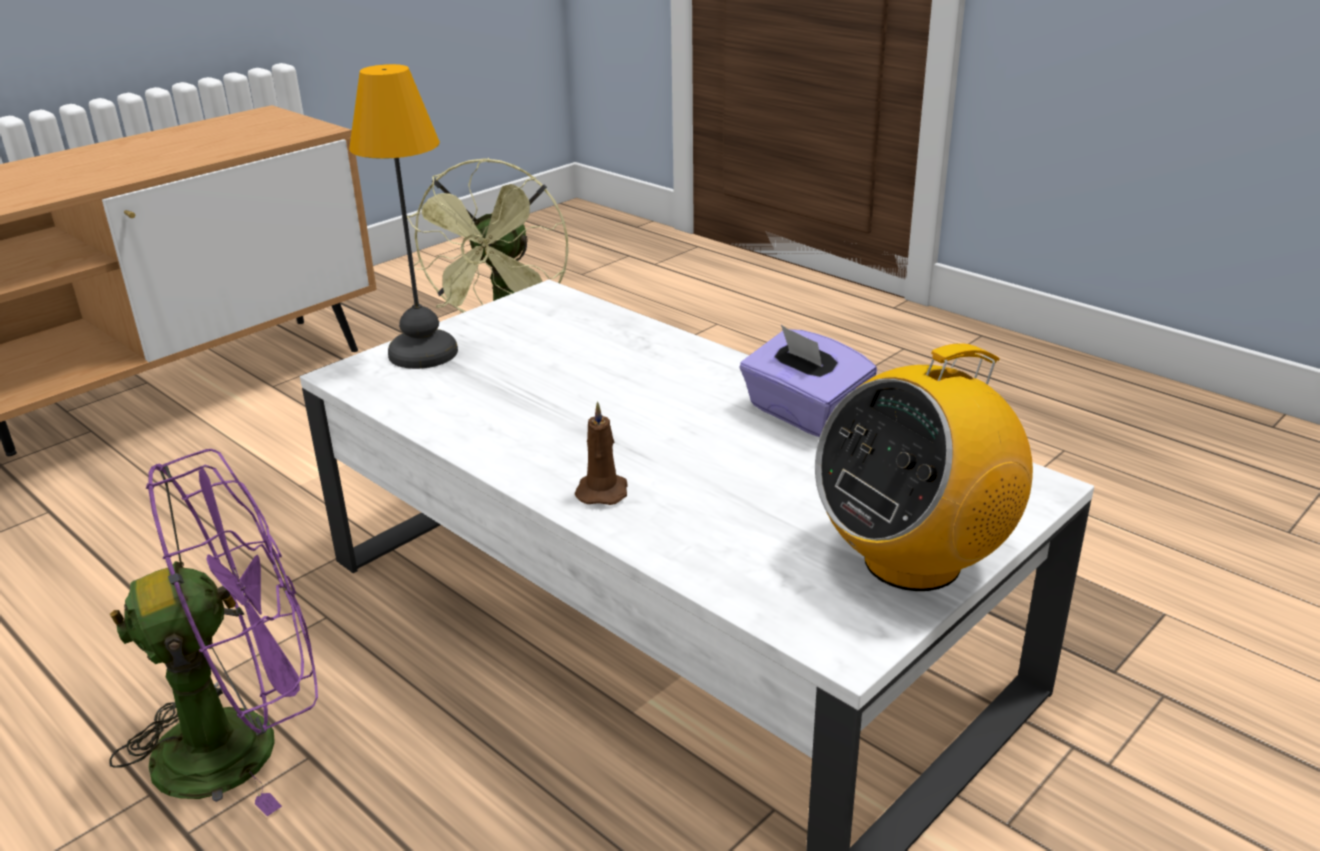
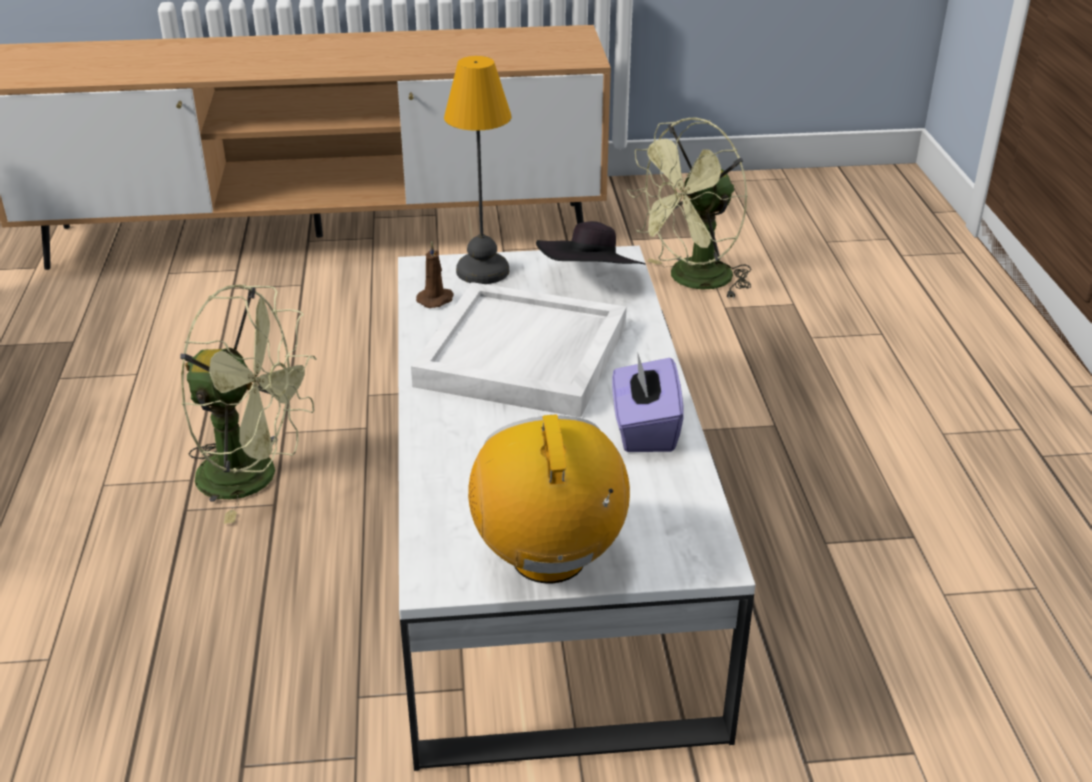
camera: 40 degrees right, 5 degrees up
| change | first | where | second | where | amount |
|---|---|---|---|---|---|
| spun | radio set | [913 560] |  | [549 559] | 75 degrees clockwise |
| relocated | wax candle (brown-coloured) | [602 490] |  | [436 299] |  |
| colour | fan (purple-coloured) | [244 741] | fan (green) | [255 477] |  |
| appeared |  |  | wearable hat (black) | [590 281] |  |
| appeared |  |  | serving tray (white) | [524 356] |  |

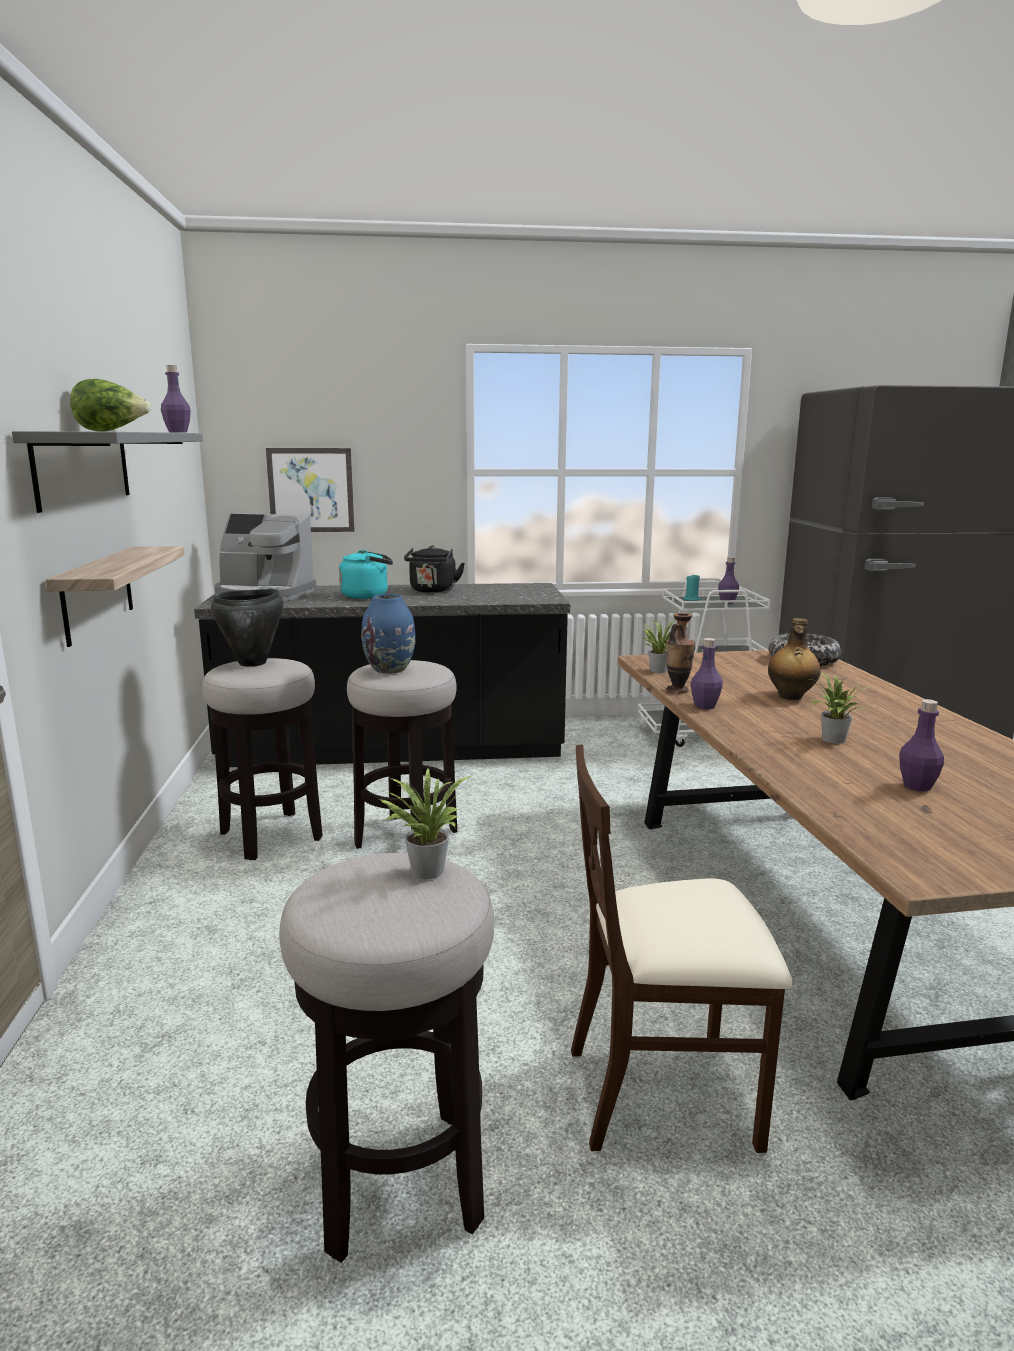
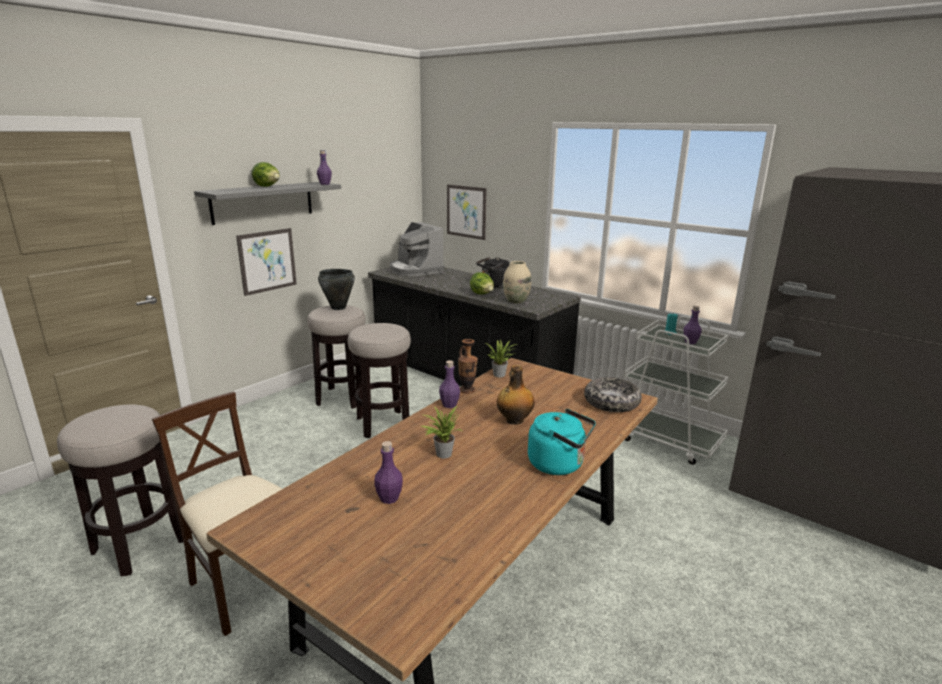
camera: 45 degrees right, 5 degrees up
| change | first | where | second | where | amount |
|---|---|---|---|---|---|
| exchanged | wall shelf | [98 593] | wall picture | [267 261] |  |
| relocated | water kettle (turquoise-coloured) | [368 596] |  | [559 464] |  |
| missing | flower vase (bluish) | [390 669] |  |  |  |
| missing | potted plant | [425 869] |  |  |  |
| appeared |  |  | flower vase (beige-coloured) | [516 301] |  |
| appeared |  |  | lettuce head | [482 295] |  |

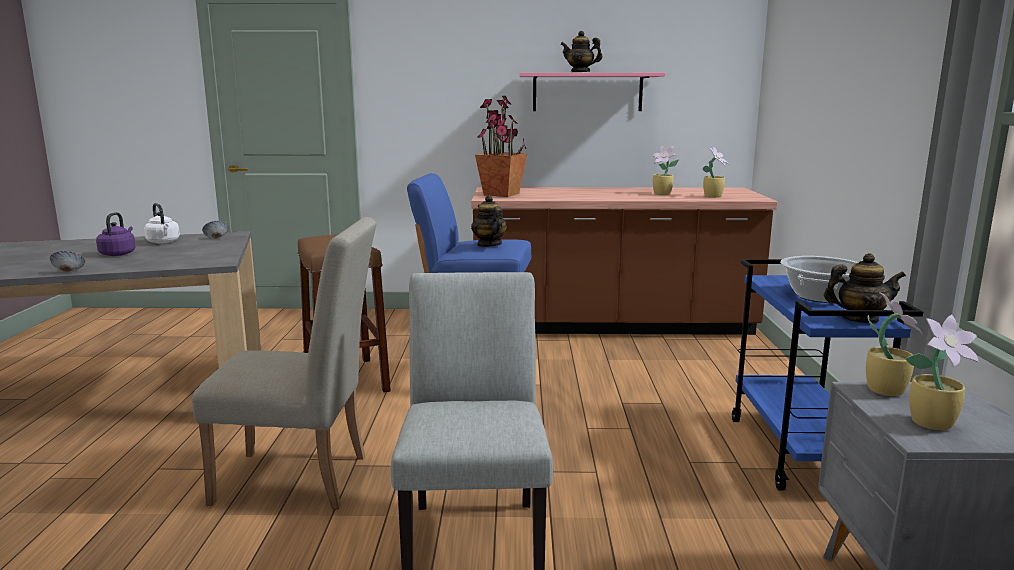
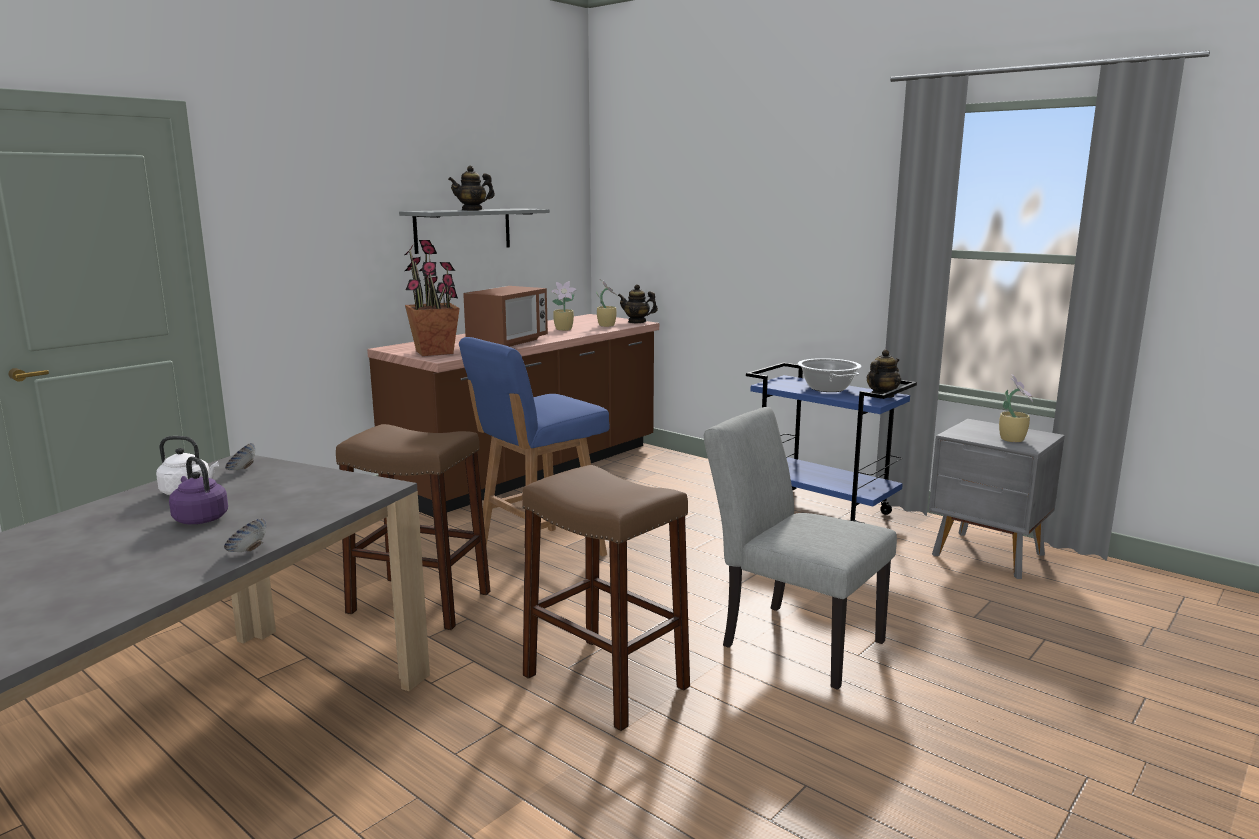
camera: 50 degrees left, 0 degrees up
| change | first | where | second | where | amount |
|---|---|---|---|---|---|
| colour | wall shelf (pink) | [587 92] | wall shelf (grey) | [463 230] |  |
| relocated | tea pot | [489 244] |  | [637 322] |  |
| exchanged | chair (beige-coloured) | [303 480] | stool (brown-coloured) | [605 681] |  |
| missing | potted plant | [885 389] |  |  |  |
| appeared |  |  | microwave | [508 342] |  |

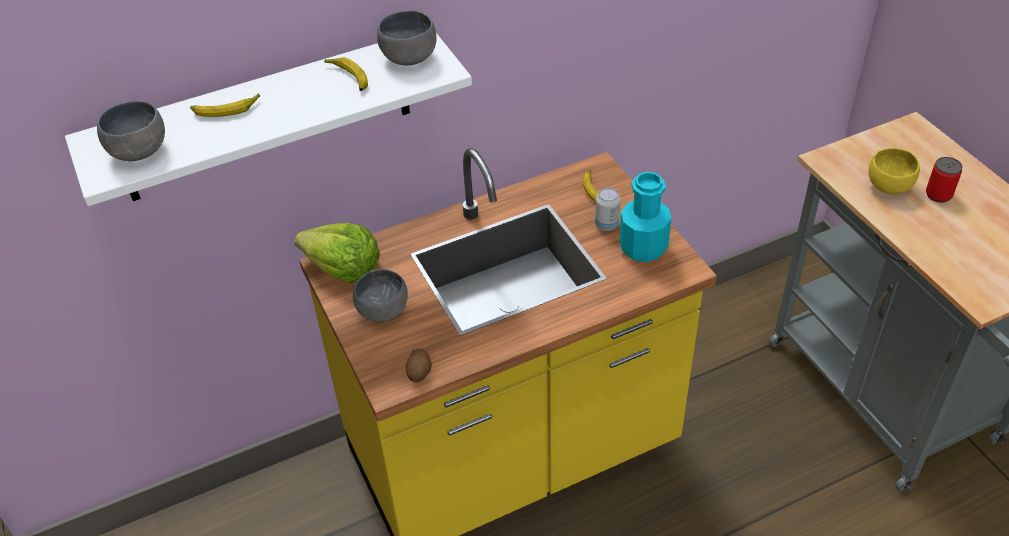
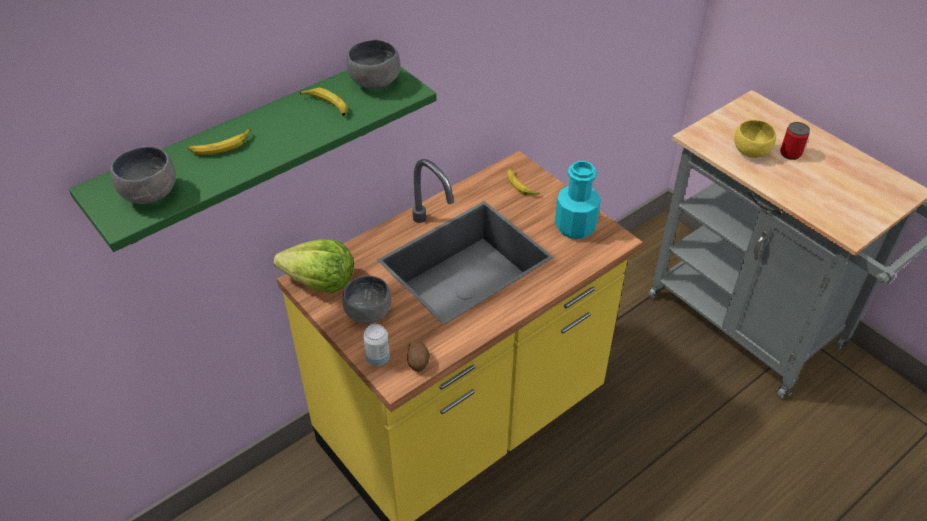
camera: 15 degrees left, 0 degrees up
| change | first | where | second | where | amount |
|---|---|---|---|---|---|
| colour | wall shelf (white) | [266 117] | wall shelf (green) | [247 150] |  |
| relocated | can | [606 224] |  | [378 358] |  |

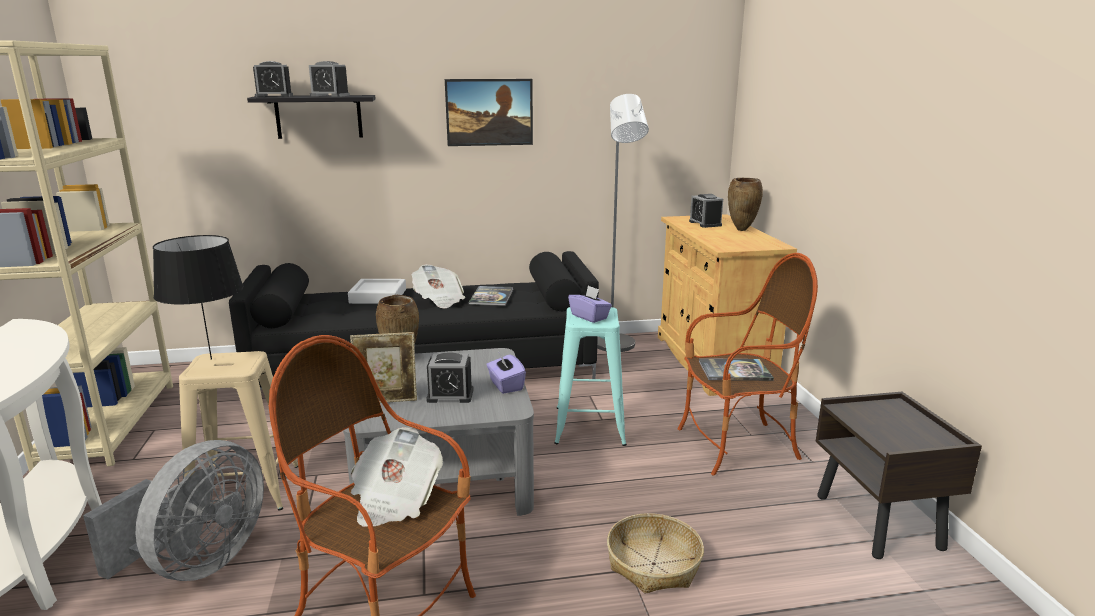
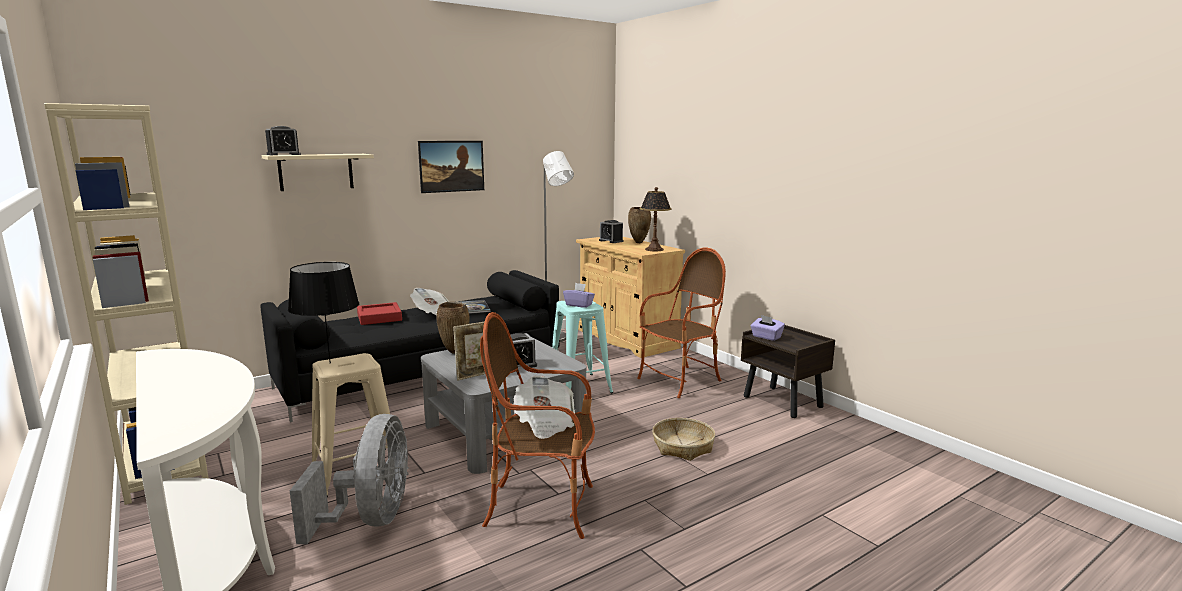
camera: 25 degrees left, 5 degrees down
| change | first | where | second | where | amount |
|---|---|---|---|---|---|
| missing | table clock | [330 95] |  |  |  |
| colour | wall shelf (black) | [319 116] | wall shelf (beige-coloured) | [316 172] |  |
| colour | serving tray (grey) | [378 296] | serving tray (red-coloured) | [379 317] |  |
| relocated | tissue holder (purple-coloured) | [505 385] |  | [766 337] |  |
| missing | book | [734 371] |  |  |  |
| appeared |  |  | lamp for a table | [654 249] |  |

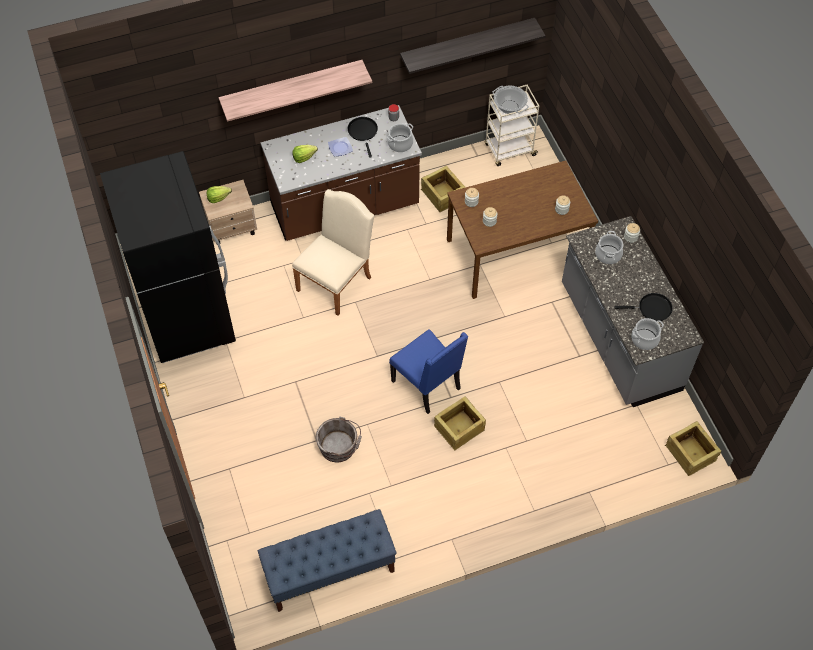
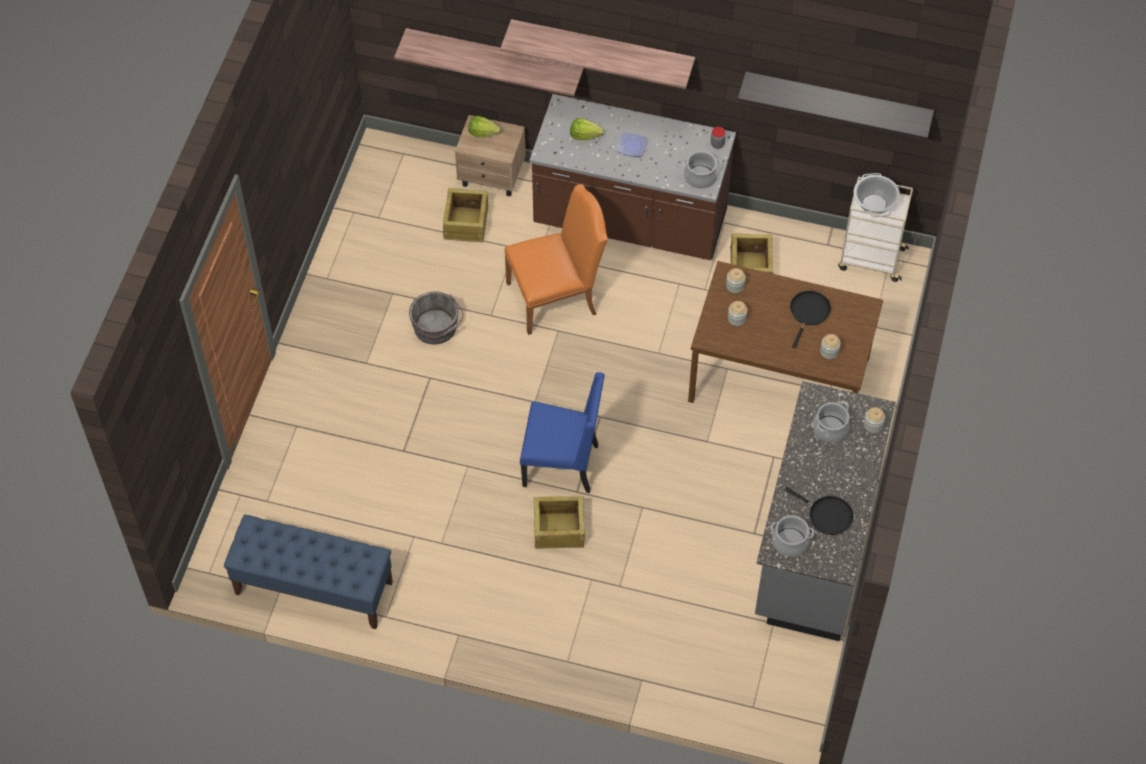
camera: 35 degrees right, 0 degrees up
| change | first | where | second | where | amount |
|---|---|---|---|---|---|
| relocated | pan (black) | [363 132] |  | [808 313] |  |
| missing | fridge (black) | [187 318] |  |  |  |
| colour | chair (beige-coloured) | [337 280] | chair (orange-coloured) | [557 296] |  |
| spun | chair (bluish) | [428 385] |  | [563 464] | 75 degrees counterclockwise |
| relocated | bucket (grey) | [340 447] |  | [437 328] |  |
| relocated | crate | [690 454] |  | [465 223] |  |
| appeared |  |  | wall shelf | [495 57] |  |

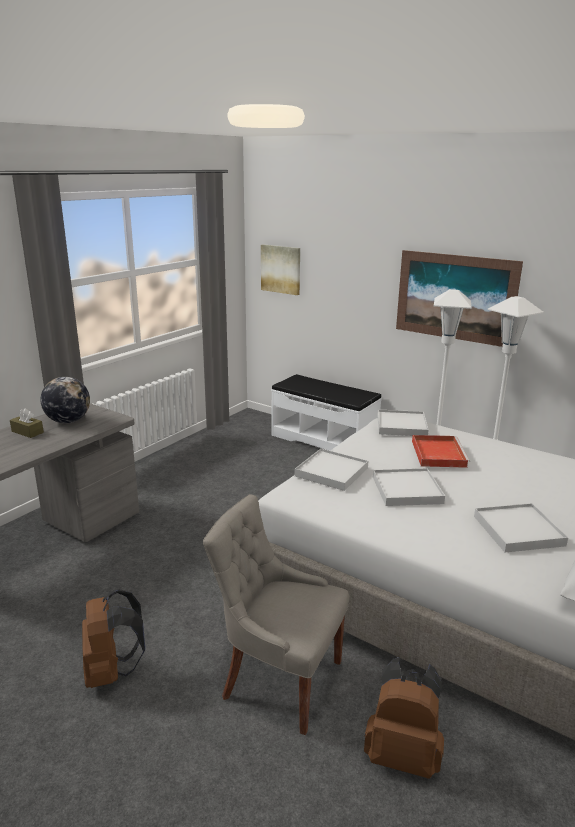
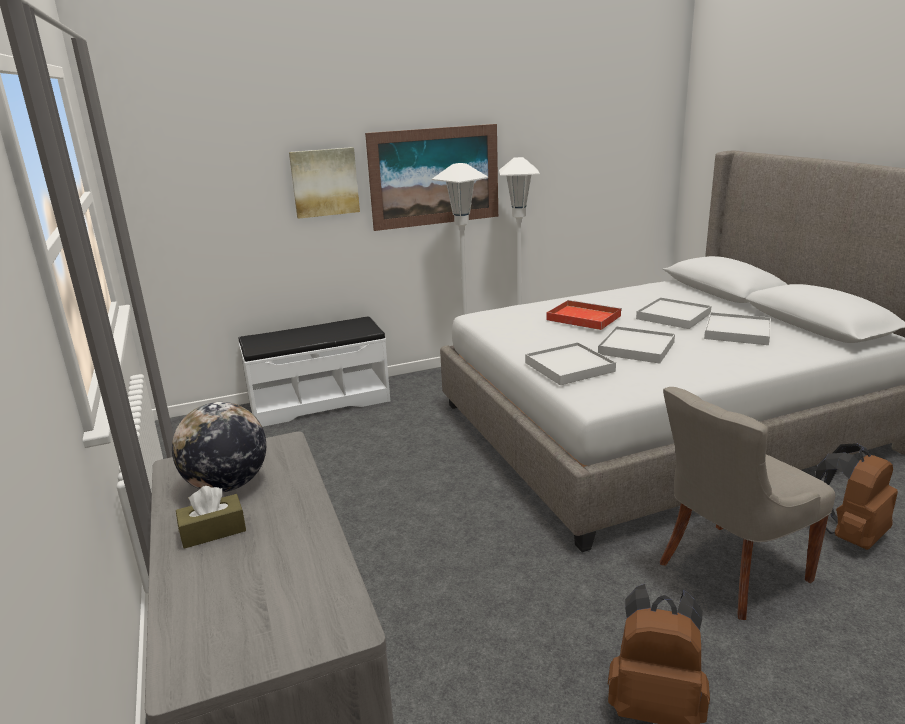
camera: 55 degrees left, 0 degrees up
| change | first | where | second | where | amount |
|---|---|---|---|---|---|
| relocated | wall picture | [281 269] |  | [324 182] |  |
| relocated | serving tray (white) | [401 426] |  | [673 316] |  |

